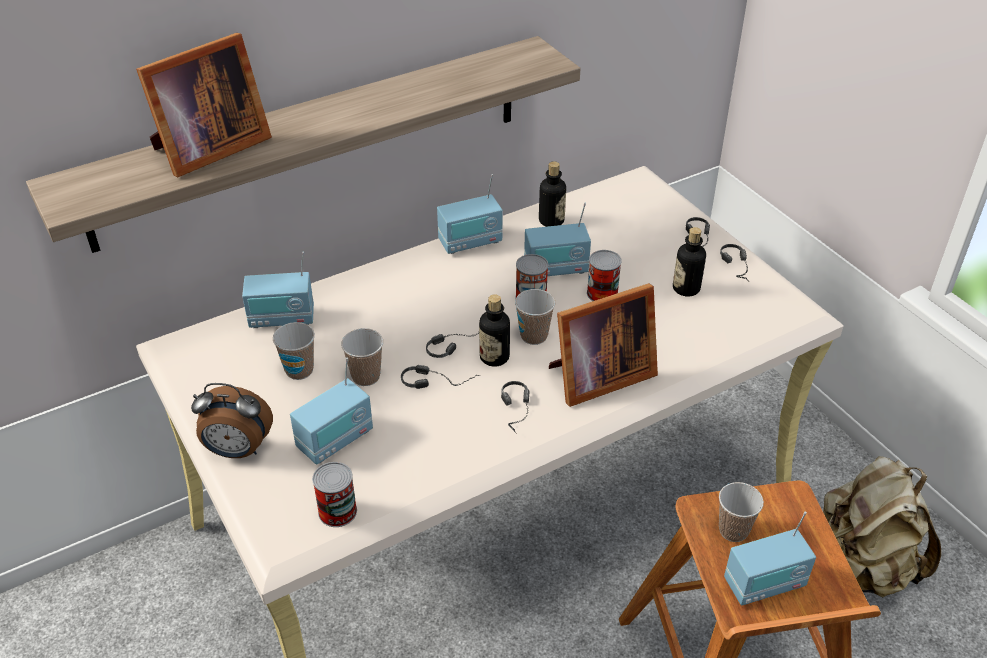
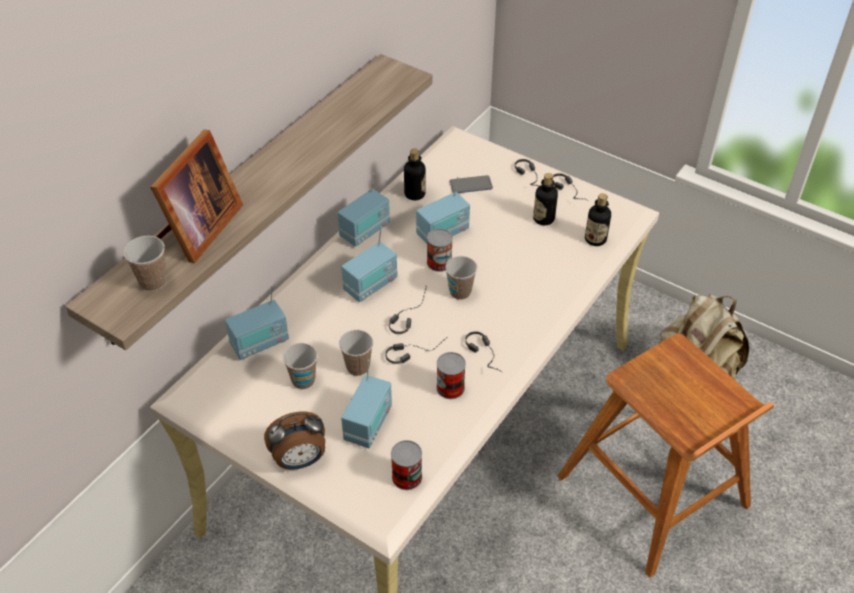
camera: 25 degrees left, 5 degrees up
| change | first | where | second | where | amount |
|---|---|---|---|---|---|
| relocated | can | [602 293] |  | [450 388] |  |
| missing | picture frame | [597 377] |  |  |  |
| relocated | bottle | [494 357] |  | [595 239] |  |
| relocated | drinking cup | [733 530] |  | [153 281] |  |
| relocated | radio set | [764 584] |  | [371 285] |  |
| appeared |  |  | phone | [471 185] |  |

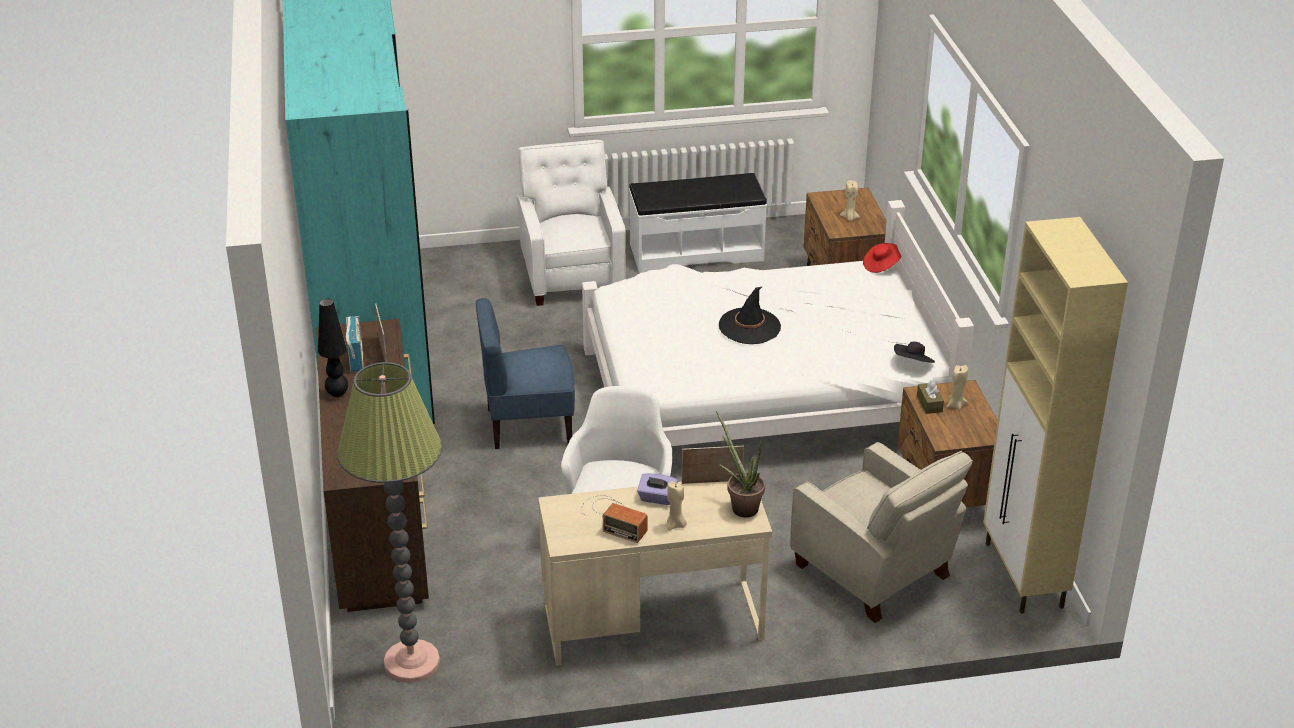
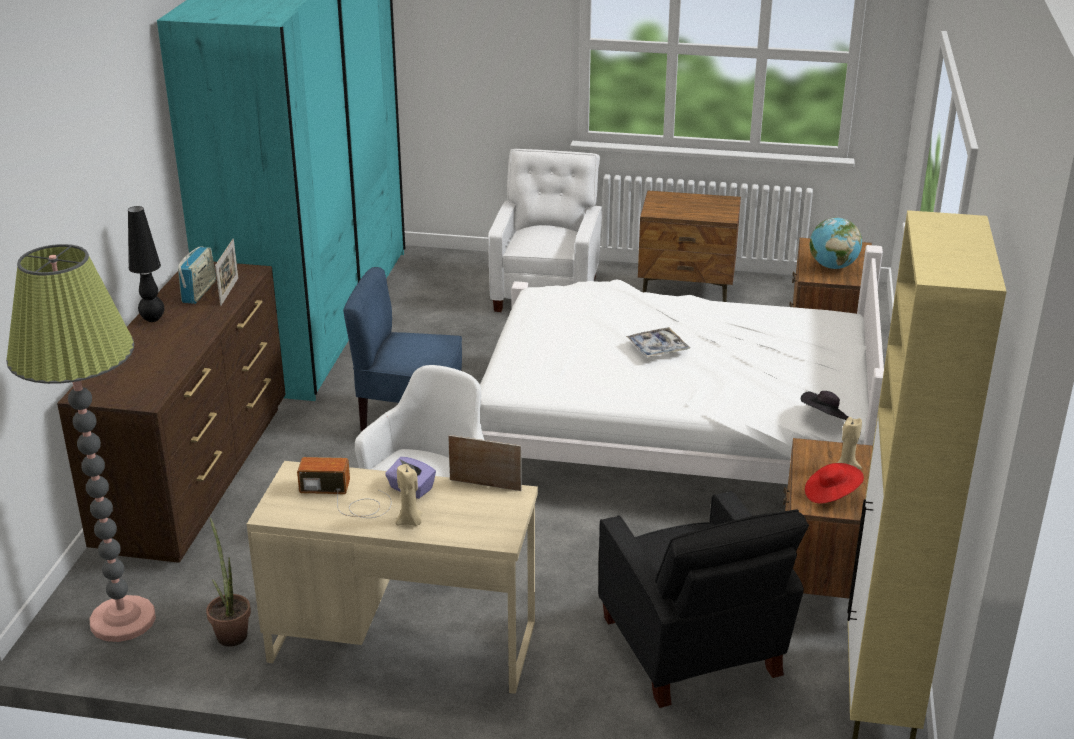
camera: 20 degrees right, 5 degrees down
| change | first | where | second | where | amount |
|---|---|---|---|---|---|
| exchanged | indoor bench (white) | [696 251] | bedside table (brown-coloured) | [686 291] |  |
| exchanged | wax candle (beige-coloured) | [849 218] | world globe | [832 266] |  |
| relocated | wearable hat (red-coloured) | [881 266] |  | [831 495] |  |
| exchanged | wearable hat (black) | [749 326] | serving tray | [657 348] |  |
| missing | tissue holder (brown-coloured) | [929 403] |  |  |  |
| relocated | potted plant | [741 506] |  | [231 632] |  |
| colour | armchair (beige-coloured) | [875 573] | armchair (black) | [693 650] |  |
| spun | radio set | [613 517] |  | [347 498] | 135 degrees clockwise |

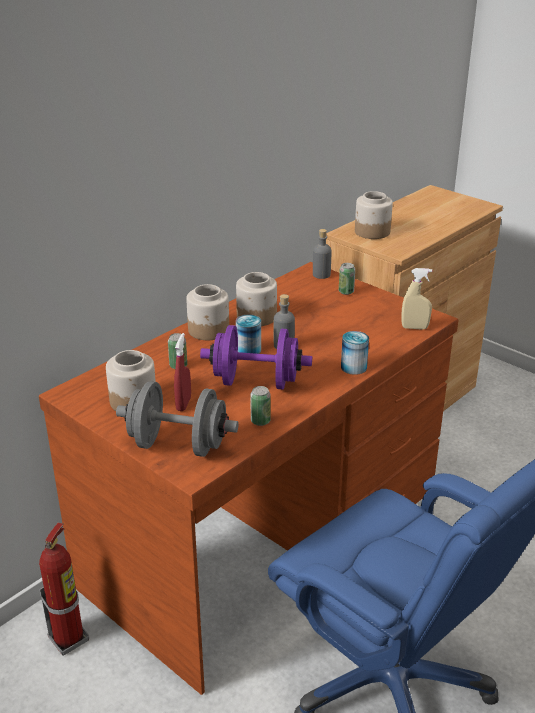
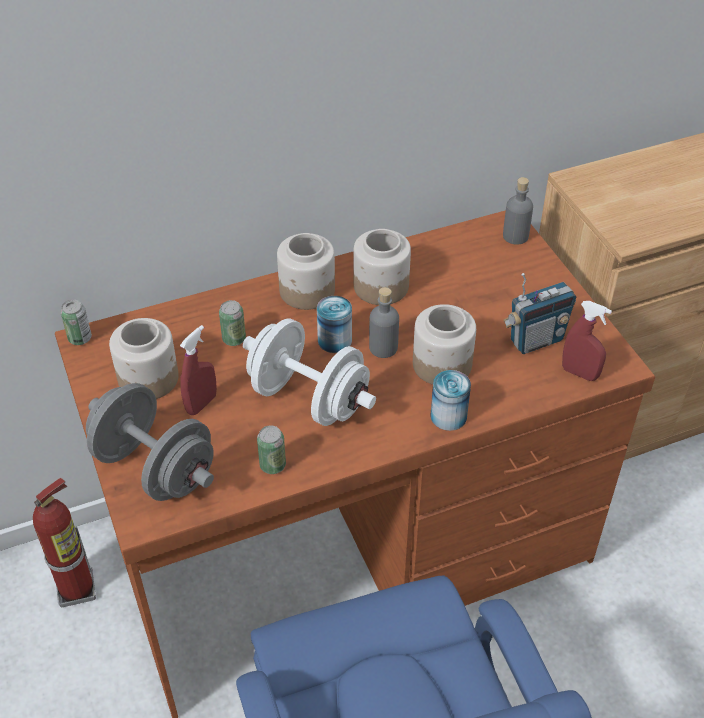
camera: 25 degrees right, 15 degrees up
| change | first | where | second | where | amount |
|---|---|---|---|---|---|
| relocated | preserve jar | [372 232] |  | [441 365] |  |
| relocated | can | [346 292] |  | [80 338] |  |
| colour | hand sprayer (beige-coloured) | [414 327] | hand sprayer (red-coloured) | [579 373] |  |
| colour | dumbbell (purple-coloured) | [256 382] | dumbbell (white) | [309 398] |  |
| appeared |  |  | radio set | [535 340] |  |

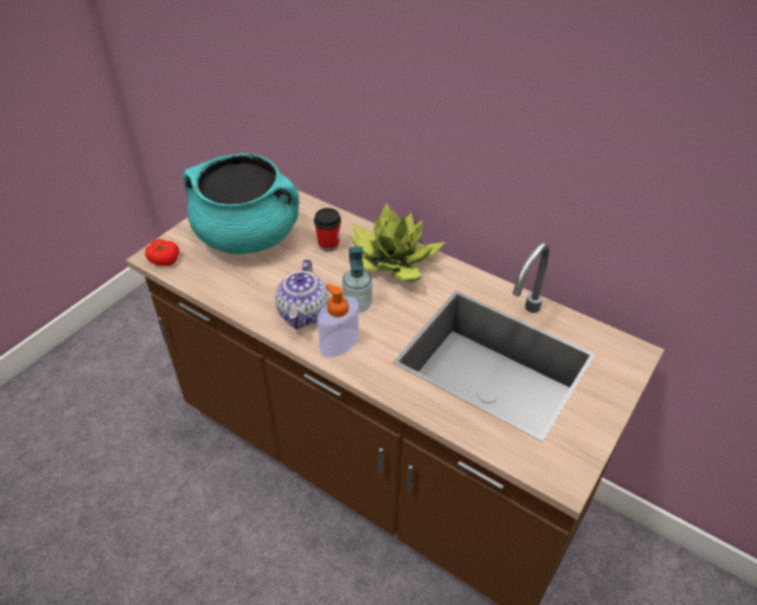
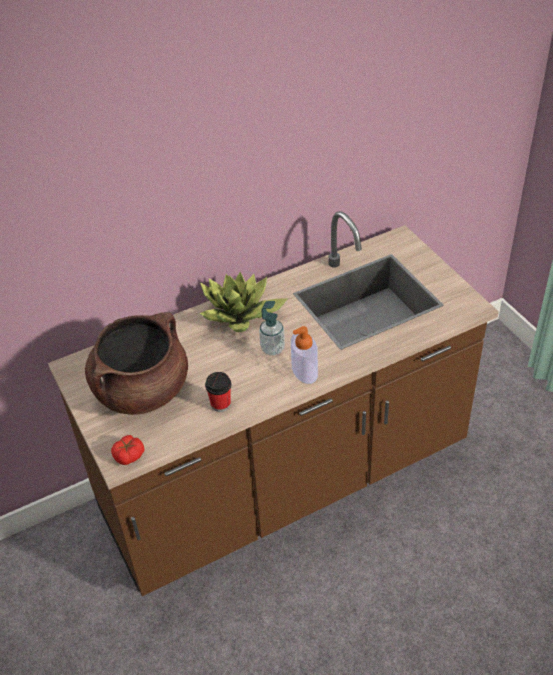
camera: 60 degrees left, 0 degrees up
| change | first | where | second | where | amount |
|---|---|---|---|---|---|
| colour | cooking pot (turquoise-coloured) | [248 237] | cooking pot (brown-coloured) | [142 390] |  |
| relocated | drinking cup | [328 244] |  | [221 404] |  |
| missing | tea pot | [304 313] |  |  |  |

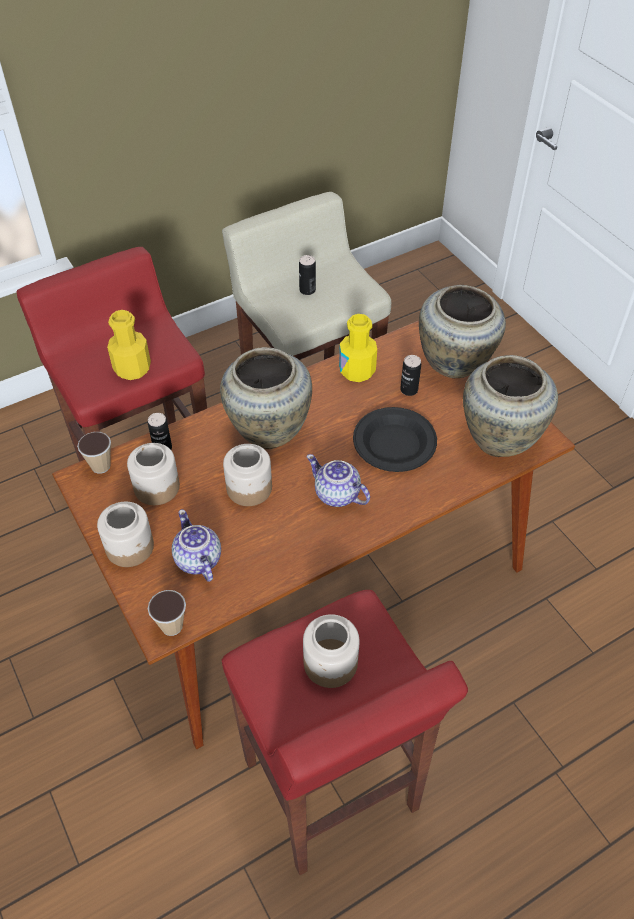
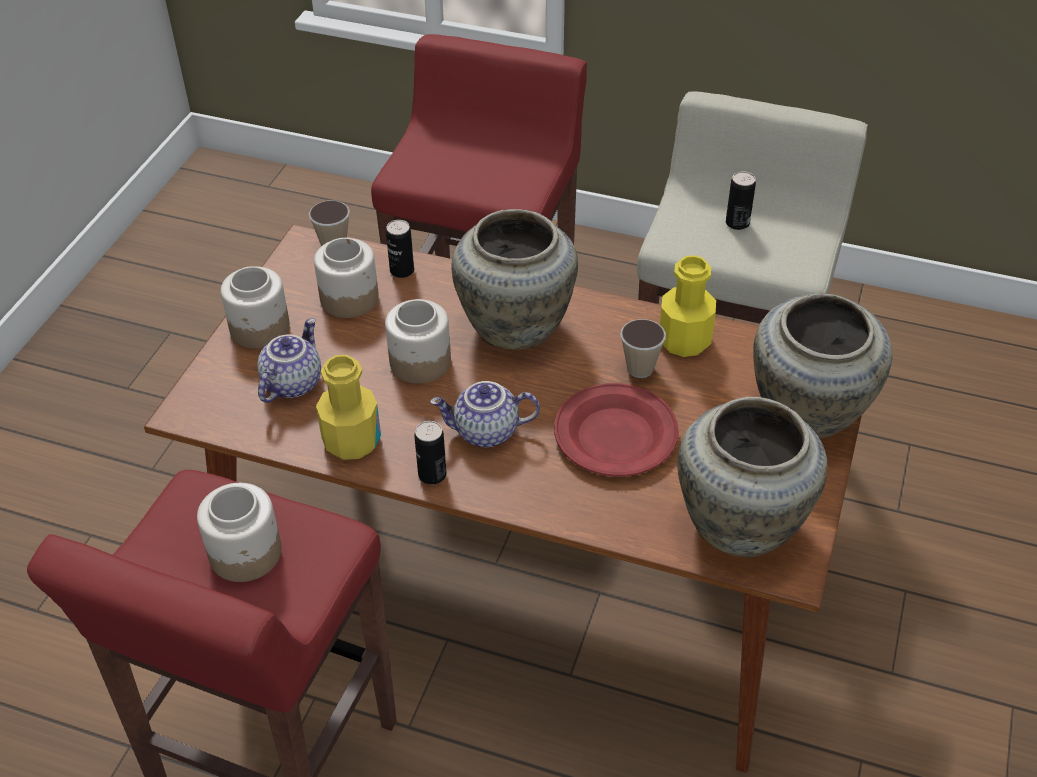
camera: 50 degrees right, 5 degrees down
| change | first | where | second | where | amount |
|---|---|---|---|---|---|
| relocated | bottle (yellow) | [132 368] |  | [352 441] |  |
| relocated | can | [409 390] |  | [432 474] |  |
| colour | flat dish (black) | [394 443] | flat dish (red-coloured) | [614 435] |  |
| spun | tea pot | [336 495] |  | [485 433] | 90 degrees counterclockwise |
| relocated | drinking cup | [172 626] |  | [640 369] |  |

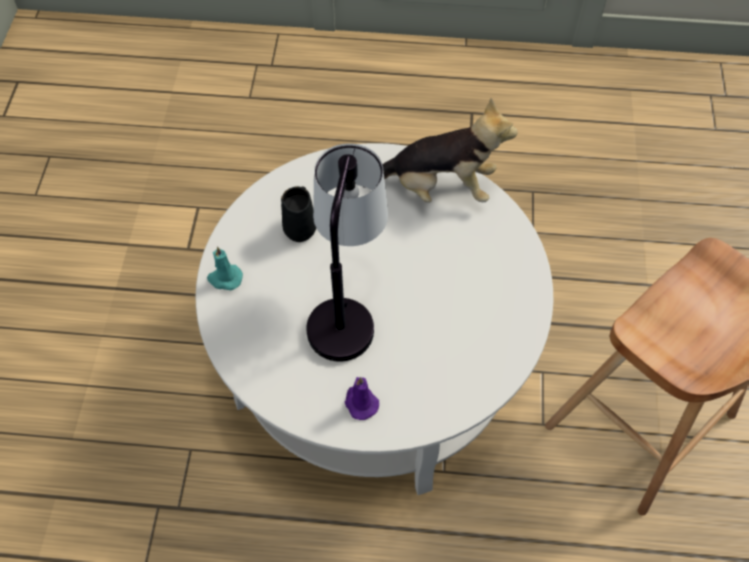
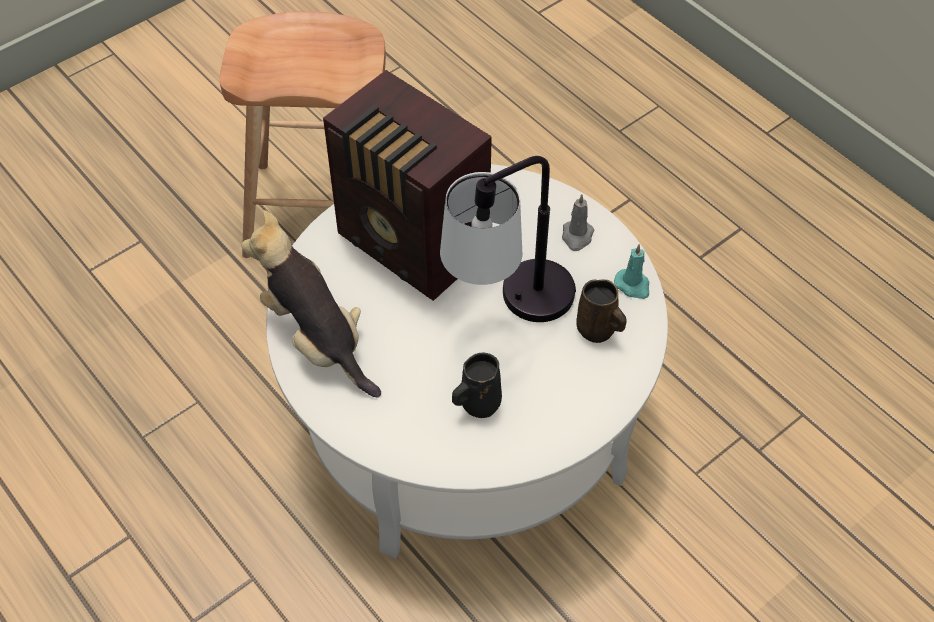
camera: 135 degrees left, 5 degrees down
| change | first | where | second | where | amount |
|---|---|---|---|---|---|
| relocated | wax candle (turquoise-coloured) | [224 278] |  | [633 285] |  |
| colour | wax candle (purple-coloured) | [360 402] | wax candle (grey) | [577 236] |  |
| appeared |  |  | radio set | [413 246] |  |
| appeared |  |  | tea mug (brown-coloured) | [597 330] |  |

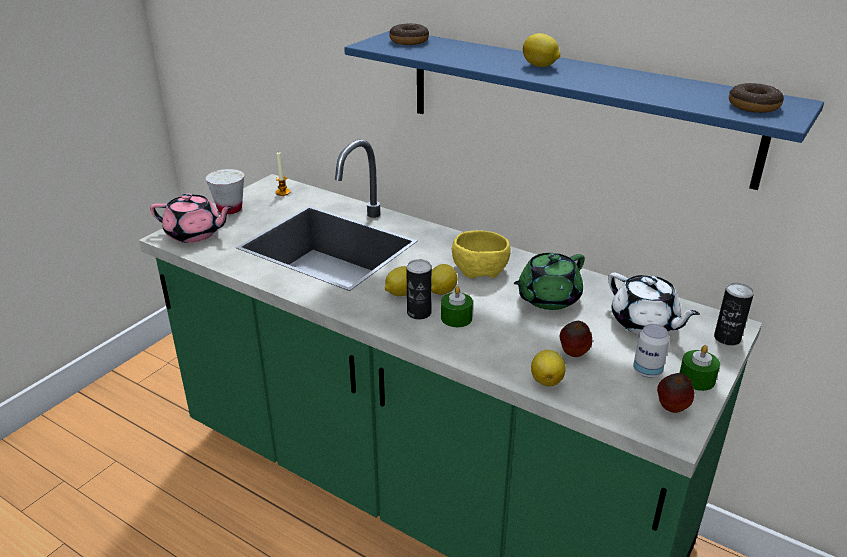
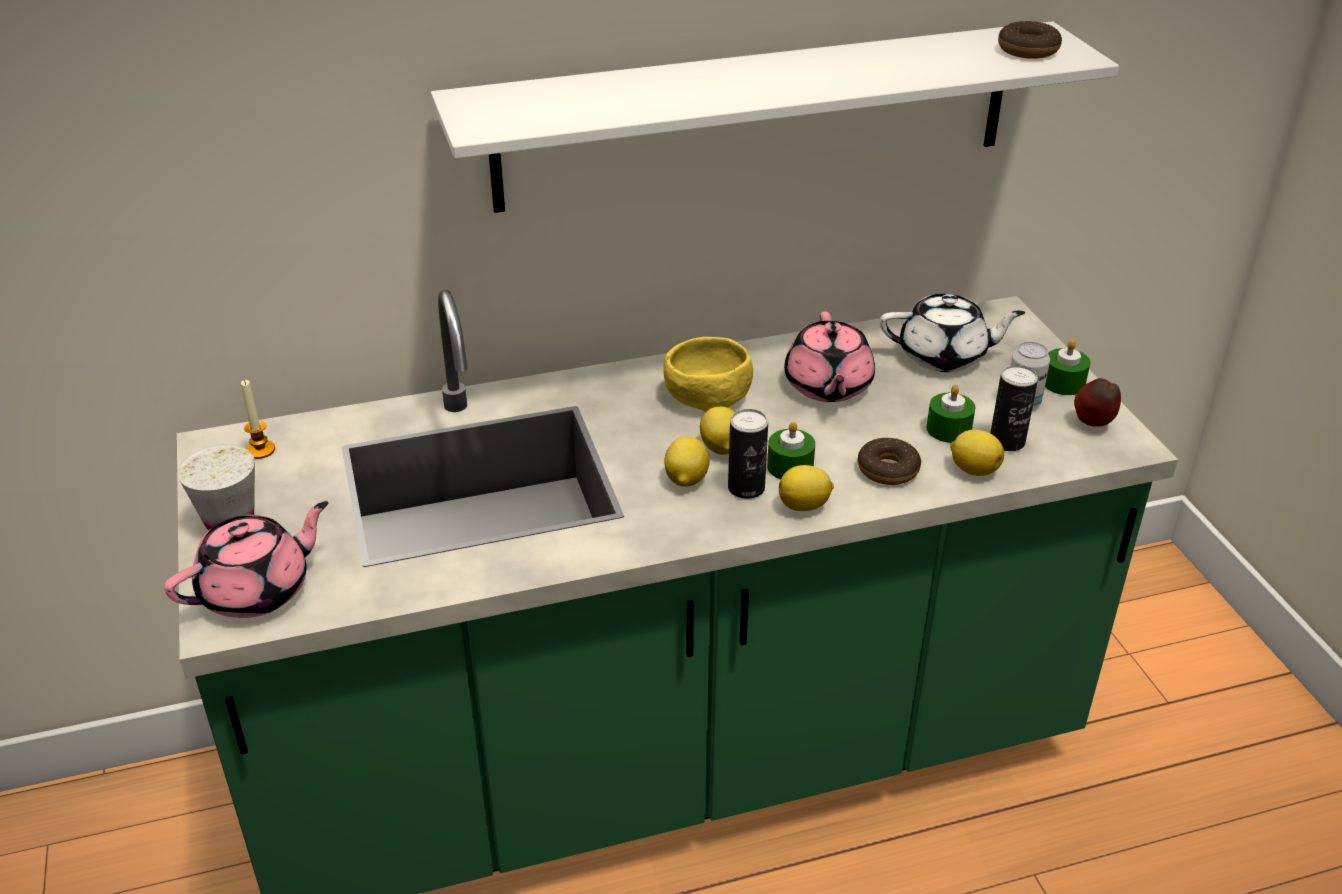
camera: 50 degrees left, 5 degrees up
| change | first | where | second | where | amount |
|---|---|---|---|---|---|
| relocated | ring doughnut | [409 41] |  | [888 469] |  |
| colour | wall shelf (bluish) | [573 104] | wall shelf (white) | [756 116] |  |
| relocated | lemon | [540 66] |  | [805 506] |  |
| colour | tea pot (green) | [547 298] | tea pot (pink) | [827 386] |  |
| relocated | can | [727 338] |  | [1007 441] |  |
| exchanged | apple fruit | [573 355] | wax candle (green) | [948 429] |  |

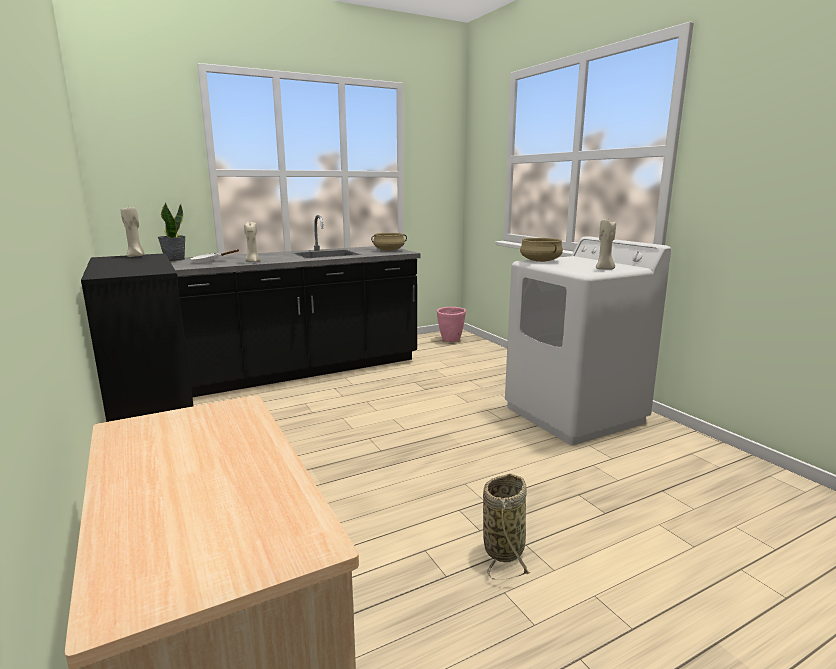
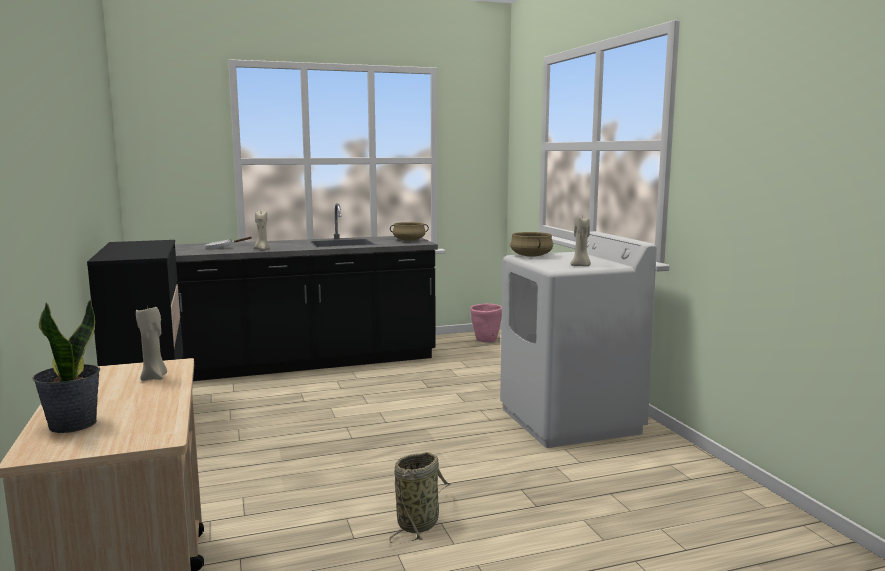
camera: 10 degrees right, 5 degrees down
| change | first | where | second | where | amount |
|---|---|---|---|---|---|
| relocated | potted plant | [174 260] |  | [72 424] |  |
| relocated | wax candle (beige-coloured) | [136 256] |  | [154 377] |  |

